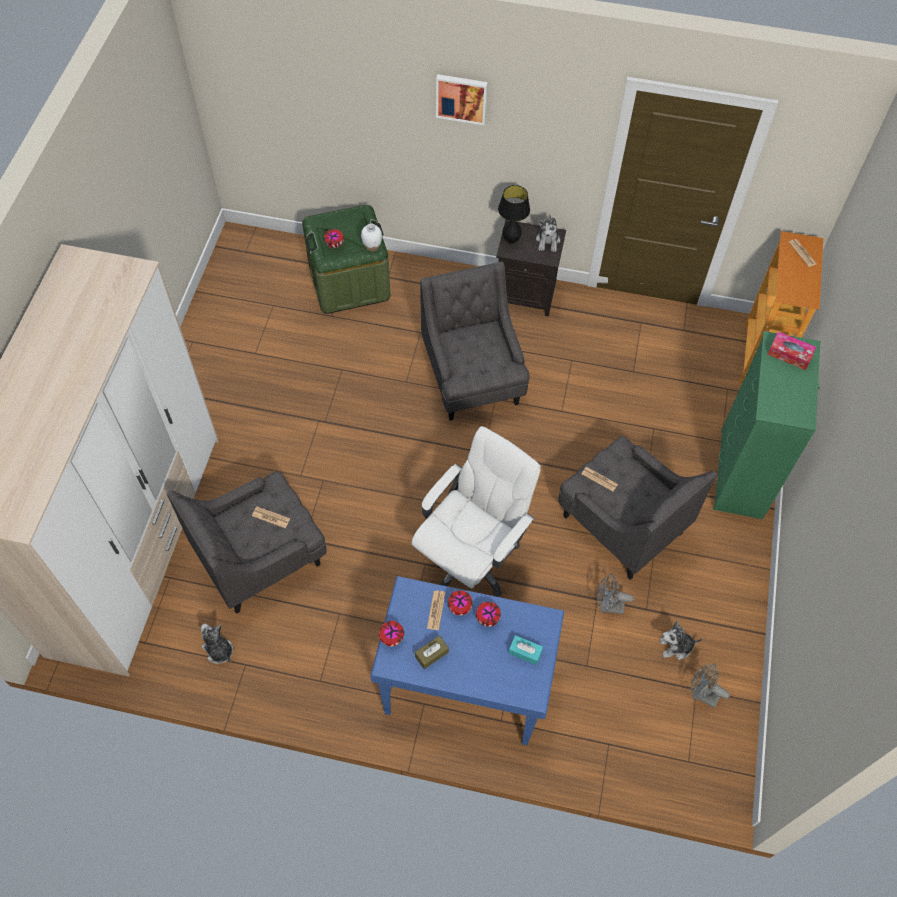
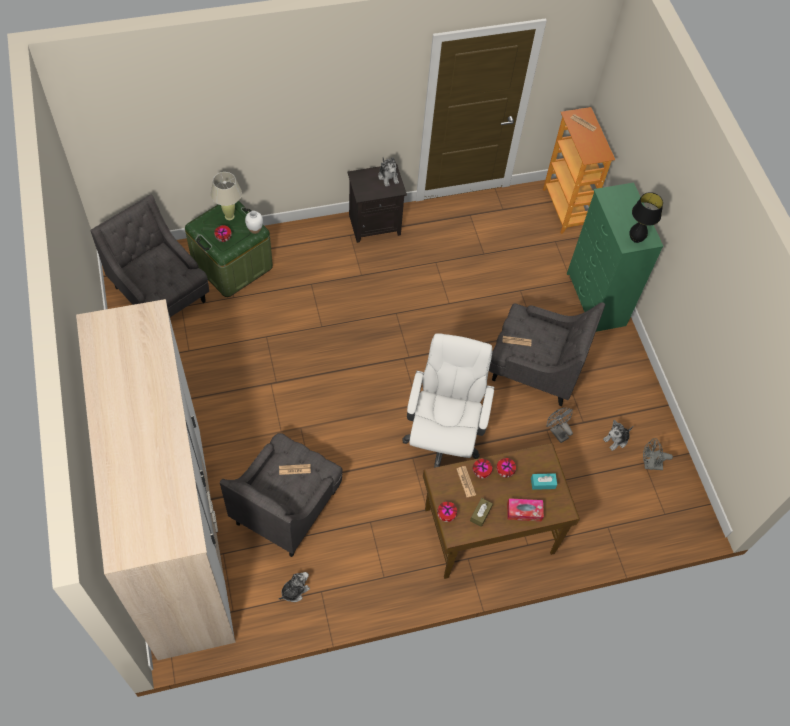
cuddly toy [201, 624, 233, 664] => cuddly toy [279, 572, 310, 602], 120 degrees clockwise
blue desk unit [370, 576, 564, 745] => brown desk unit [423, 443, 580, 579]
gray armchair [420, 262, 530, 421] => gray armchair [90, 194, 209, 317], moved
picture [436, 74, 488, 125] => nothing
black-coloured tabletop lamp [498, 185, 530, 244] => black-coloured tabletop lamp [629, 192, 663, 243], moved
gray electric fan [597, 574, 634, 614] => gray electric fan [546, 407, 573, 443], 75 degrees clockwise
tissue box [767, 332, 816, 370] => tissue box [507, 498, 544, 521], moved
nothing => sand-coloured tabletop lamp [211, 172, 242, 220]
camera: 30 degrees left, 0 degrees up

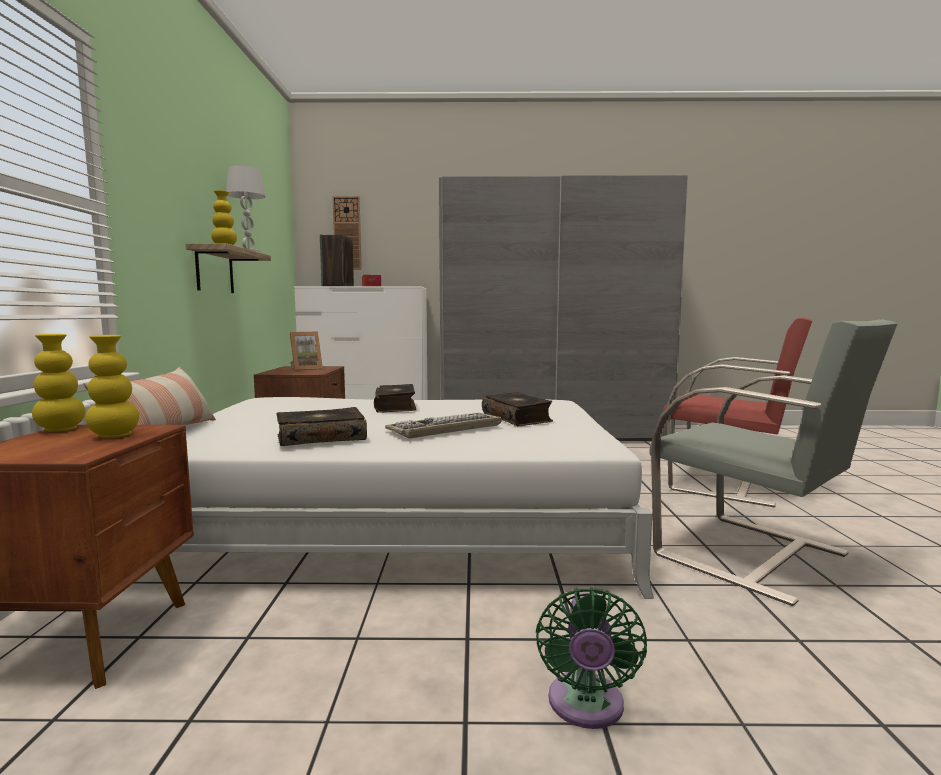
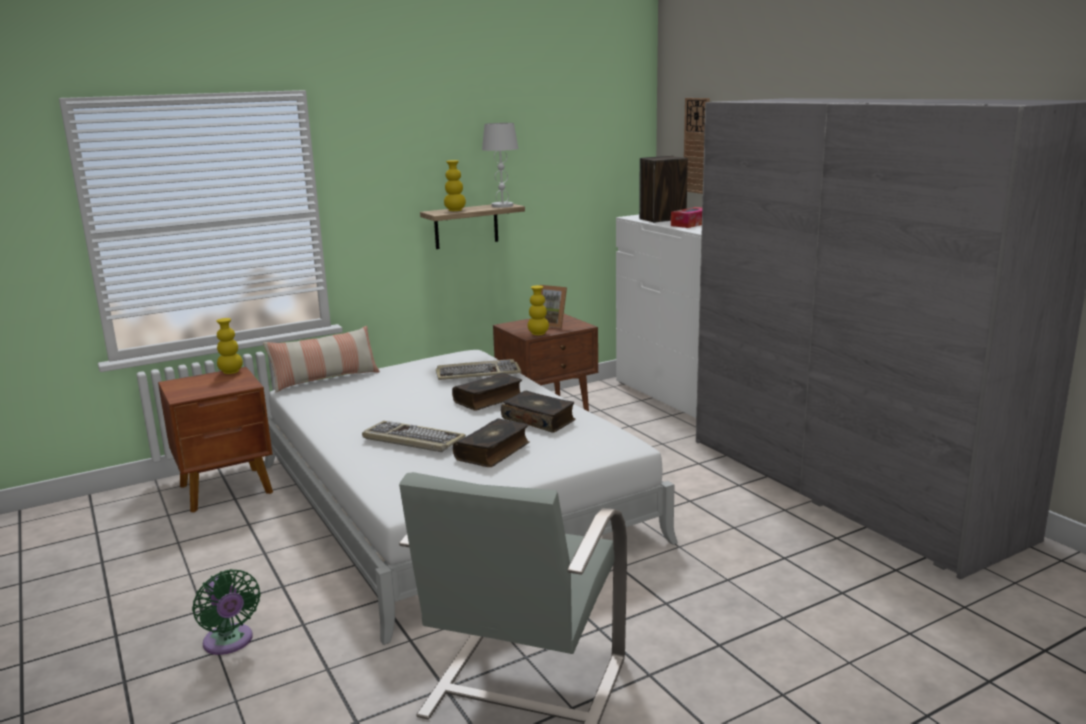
yellowish vase [86, 335, 139, 438] => yellowish vase [528, 285, 549, 335], moved
bound book [276, 407, 367, 446] => bound book [501, 391, 575, 433], moved
greenish electric fan [536, 587, 647, 729] => greenish electric fan [192, 569, 260, 655], 105 degrees counterclockwise
red armchair [662, 317, 812, 507] => nothing
nothing => computer keyboard [436, 359, 521, 380]
camera: 60 degrees right, 10 degrees up

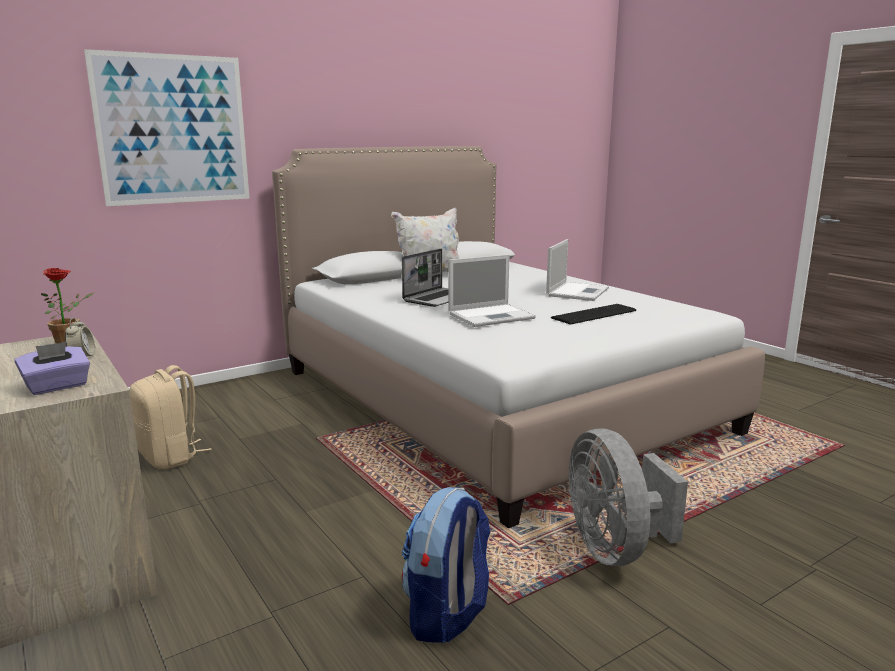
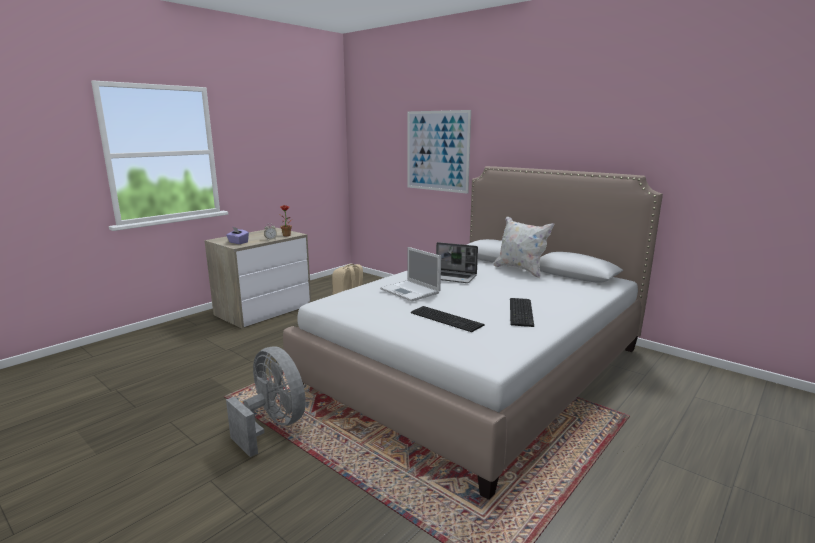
backpack [402, 487, 491, 643] => nothing
laptop [546, 239, 609, 301] => computer keyboard [510, 298, 534, 327]
gray electric fan [569, 429, 688, 566] => gray electric fan [226, 346, 306, 457], 75 degrees clockwise
camera: 75 degrees right, 0 degrees up

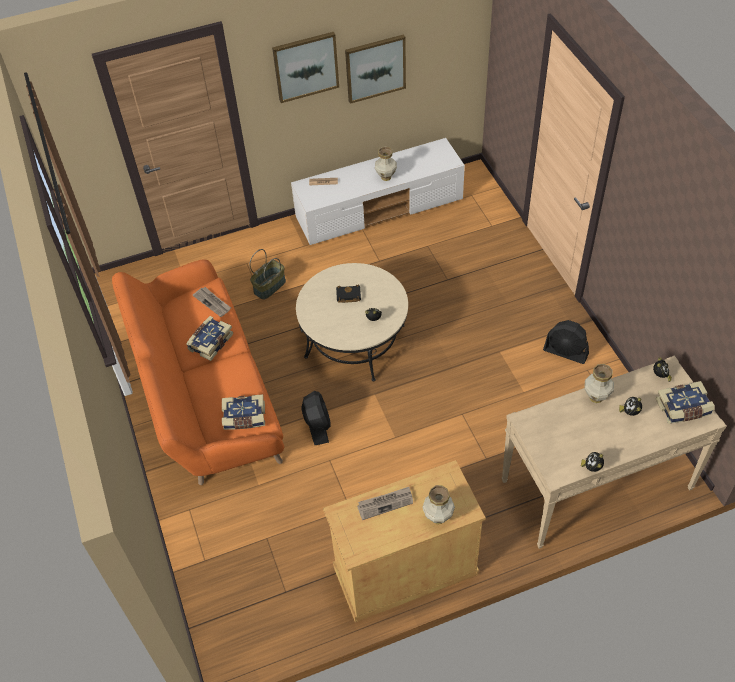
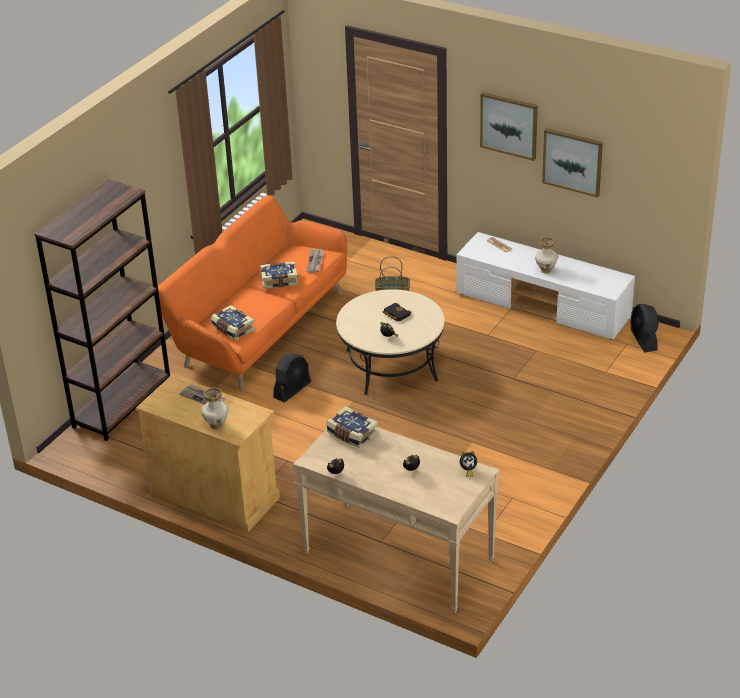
black-coloured electric fan [543, 320, 589, 364] => black-coloured electric fan [630, 304, 659, 352], moved
vase [584, 364, 614, 403] => nothing
bound book [656, 381, 715, 424] => bound book [326, 406, 379, 448], moved
nothing => brown shelving unit [34, 179, 170, 441]
camera: 50 degrees right, 15 degrees down

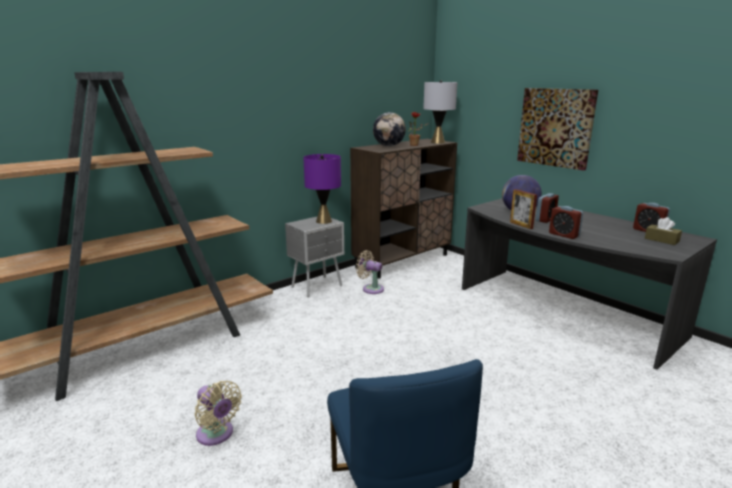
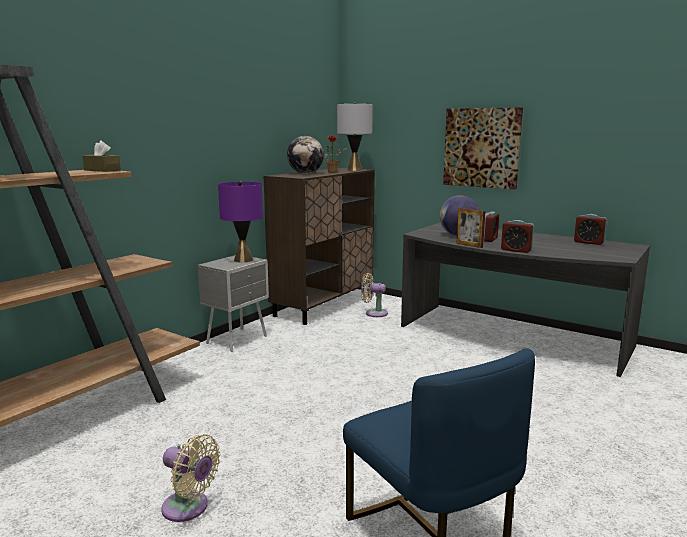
sand-coloured electric fan [356, 250, 384, 294] => sand-coloured electric fan [361, 273, 388, 317], moved
brown tissue box [645, 217, 682, 245] => brown tissue box [82, 140, 121, 172], moved
camera: 15 degrees left, 5 degrees down

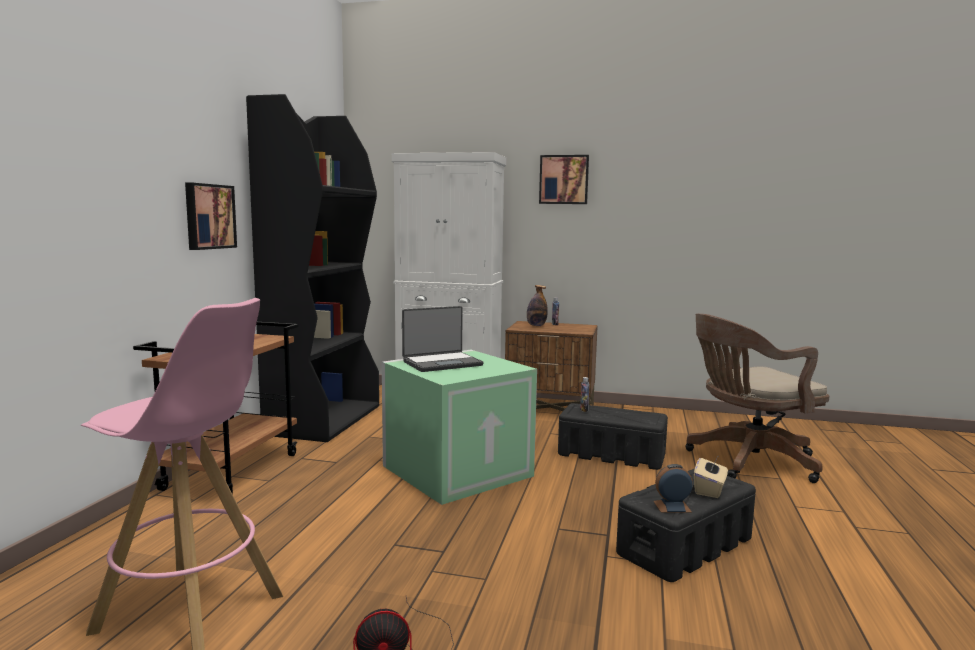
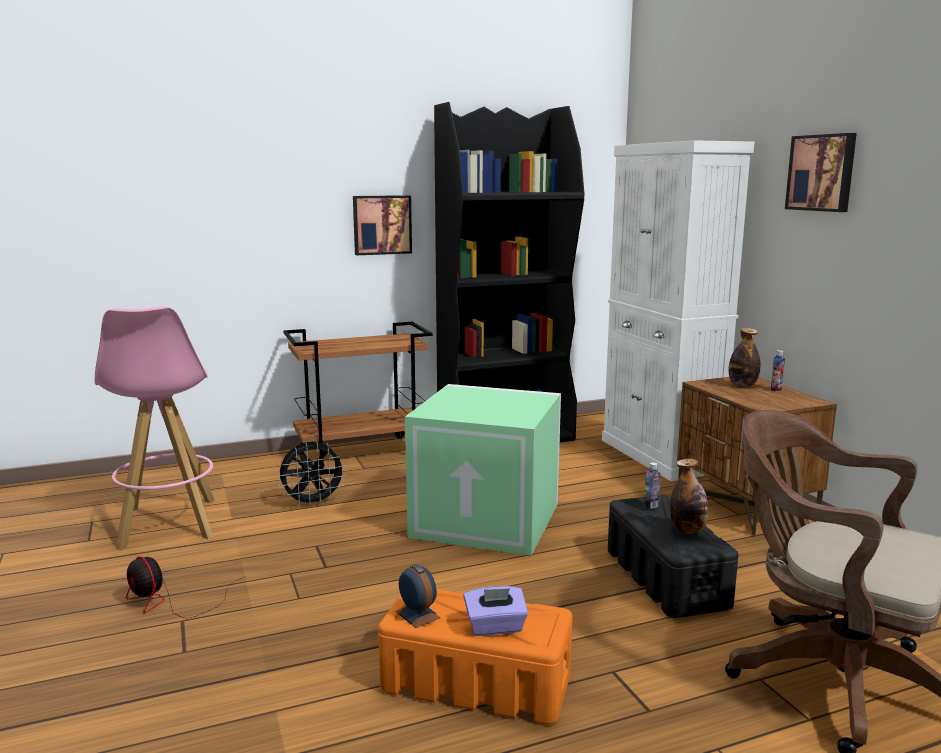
laptop [402, 306, 483, 372] => nothing
black-coloured storage container [616, 469, 756, 582] => orange storage container [378, 588, 573, 725]
sand-coloured tissue box [694, 457, 728, 498] => purple tissue box [463, 586, 528, 636]
nothing => black-coloured electric fan [278, 441, 347, 507]
nothing => beverage bottle [670, 458, 708, 534]
camera: 55 degrees right, 5 degrees up

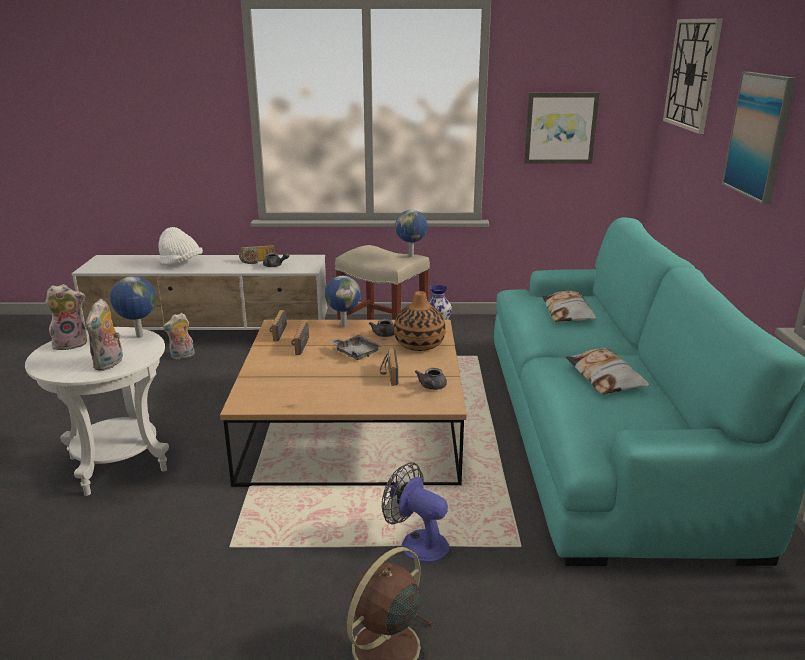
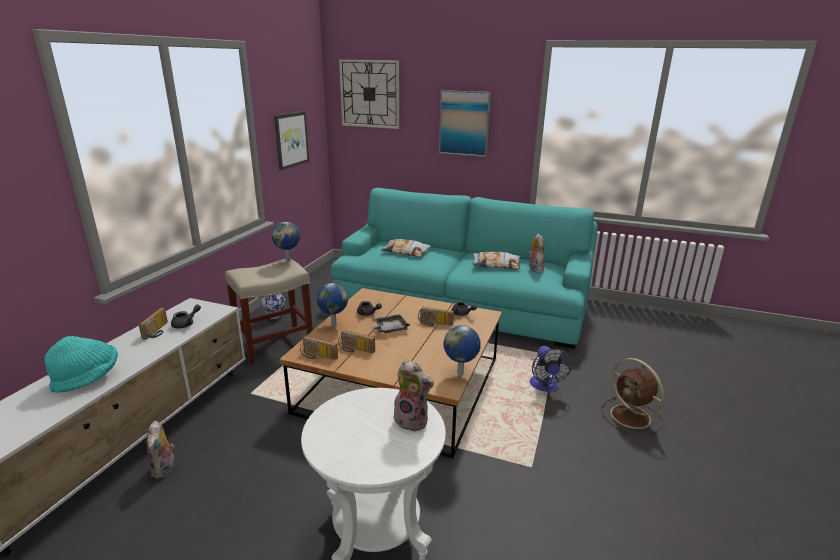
cuddly toy [45, 284, 87, 350] => cuddly toy [529, 234, 544, 273], moved
desk globe [110, 276, 157, 338] => desk globe [444, 325, 481, 376], moved
whitish clothing hat [158, 227, 203, 265] => turquoise-coloured clothing hat [45, 336, 118, 393]
electric fan [382, 462, 449, 562] => electric fan [530, 346, 573, 392], 60 degrees counterclockwise
vase [394, 291, 446, 351] => nothing
camera: 70 degrees left, 0 degrees up

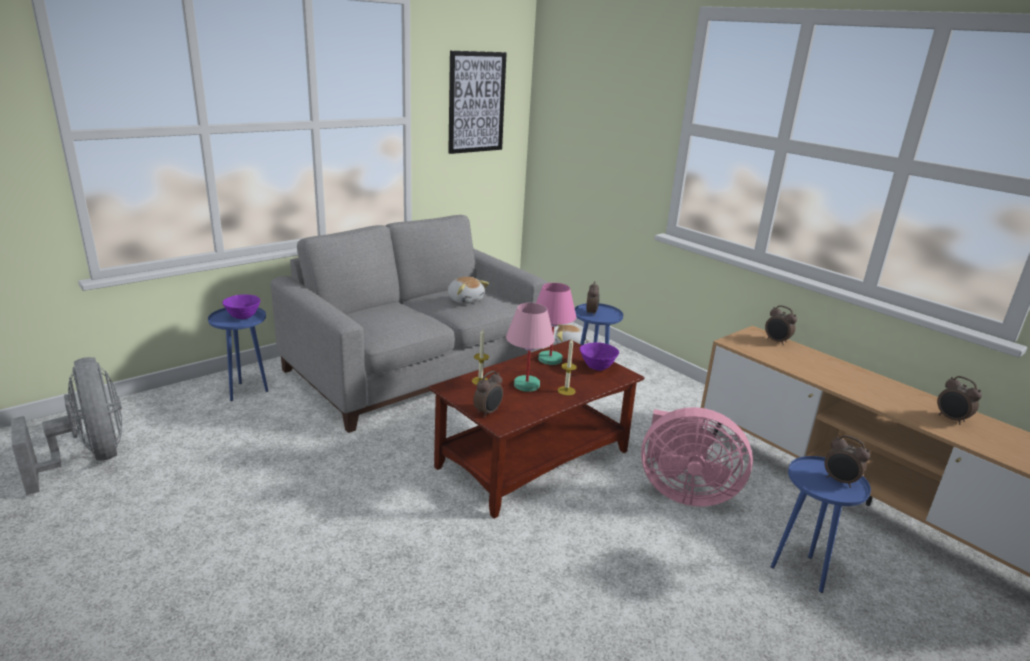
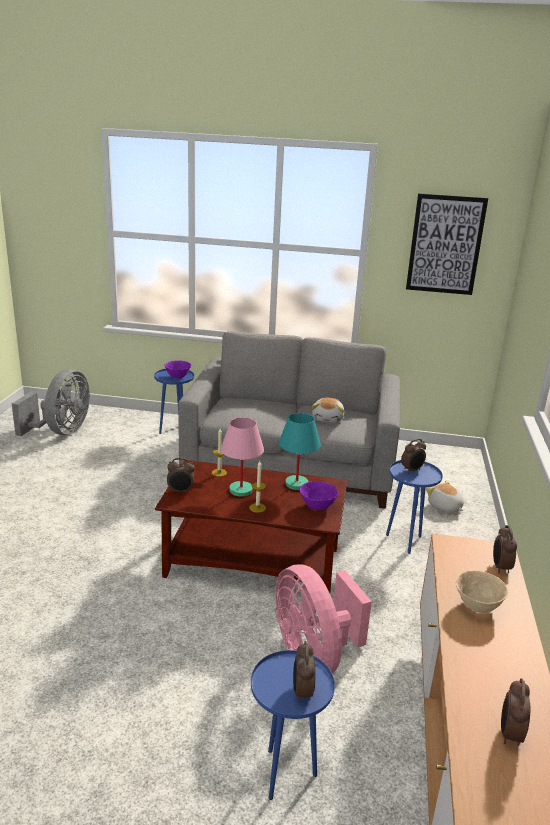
pink-coloured tabletop lamp [536, 283, 576, 365] => turquoise-coloured tabletop lamp [278, 413, 321, 490]
nothing => sand-coloured bowl [456, 571, 508, 613]
camera: 50 degrees right, 0 degrees up

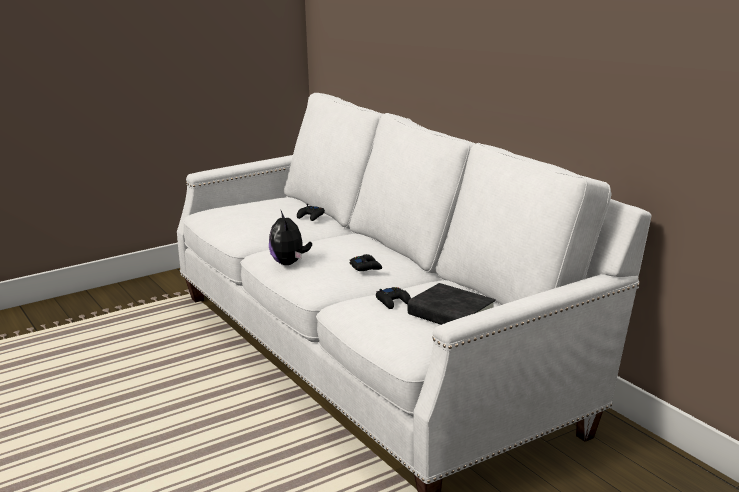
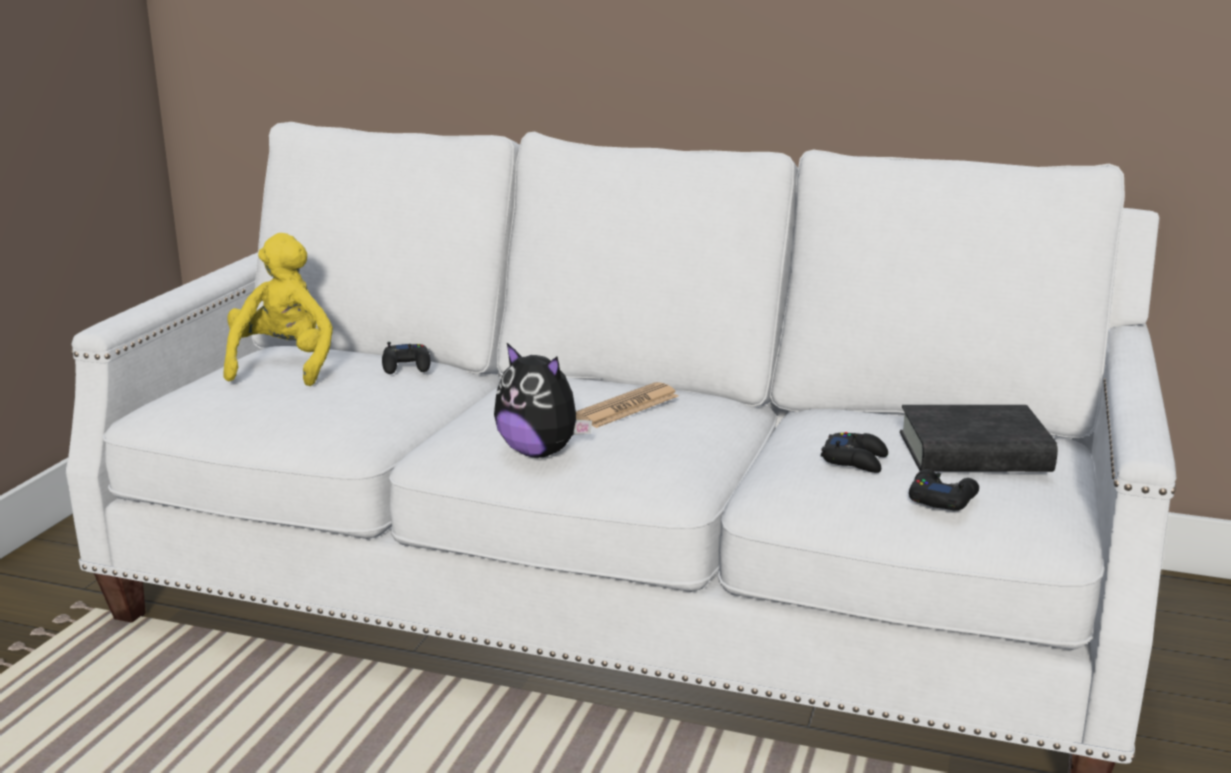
black-coloured gamepad [349, 254, 382, 271] => black-coloured gamepad [909, 469, 979, 511], moved
nothing => yellowish cuddly toy [224, 233, 333, 386]
nothing => printed paper [576, 382, 679, 428]
camera: 40 degrees left, 0 degrees up

